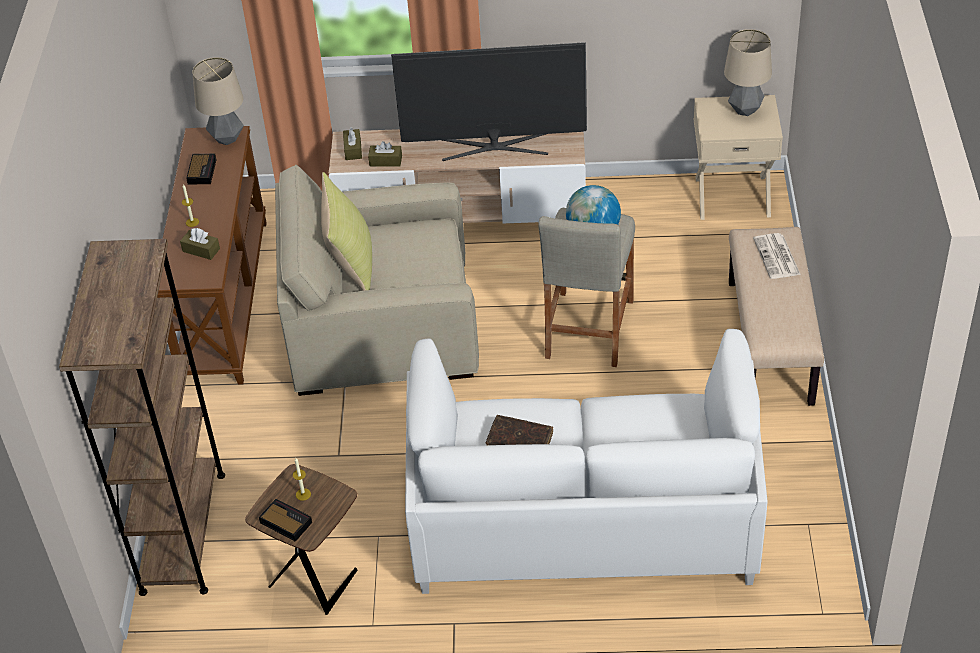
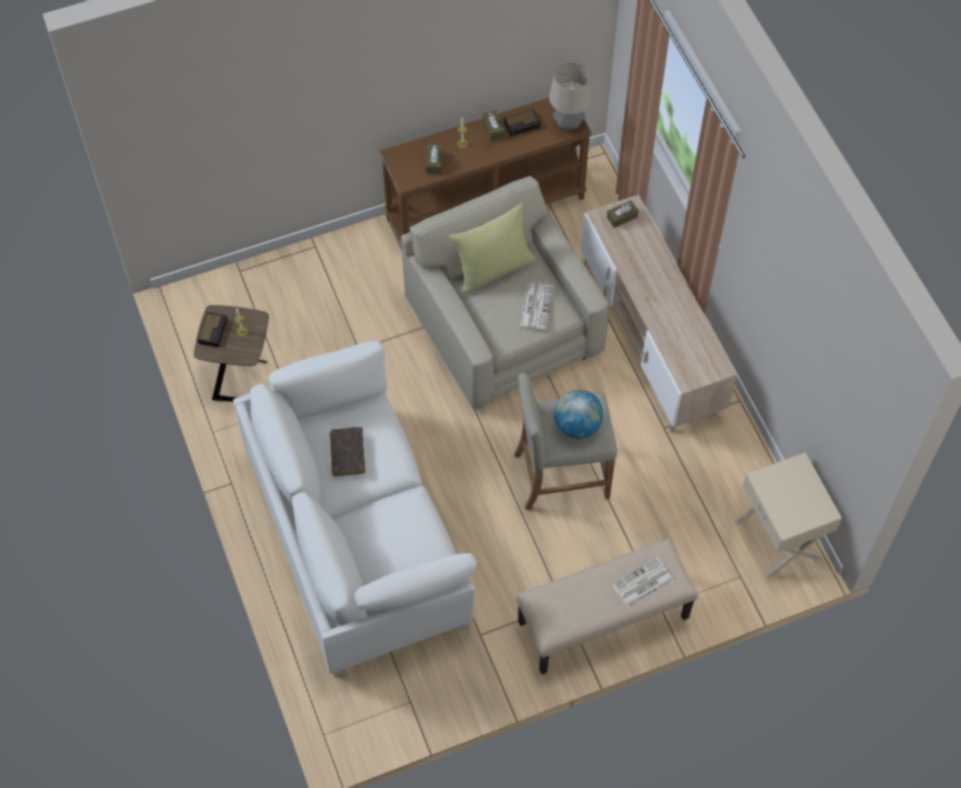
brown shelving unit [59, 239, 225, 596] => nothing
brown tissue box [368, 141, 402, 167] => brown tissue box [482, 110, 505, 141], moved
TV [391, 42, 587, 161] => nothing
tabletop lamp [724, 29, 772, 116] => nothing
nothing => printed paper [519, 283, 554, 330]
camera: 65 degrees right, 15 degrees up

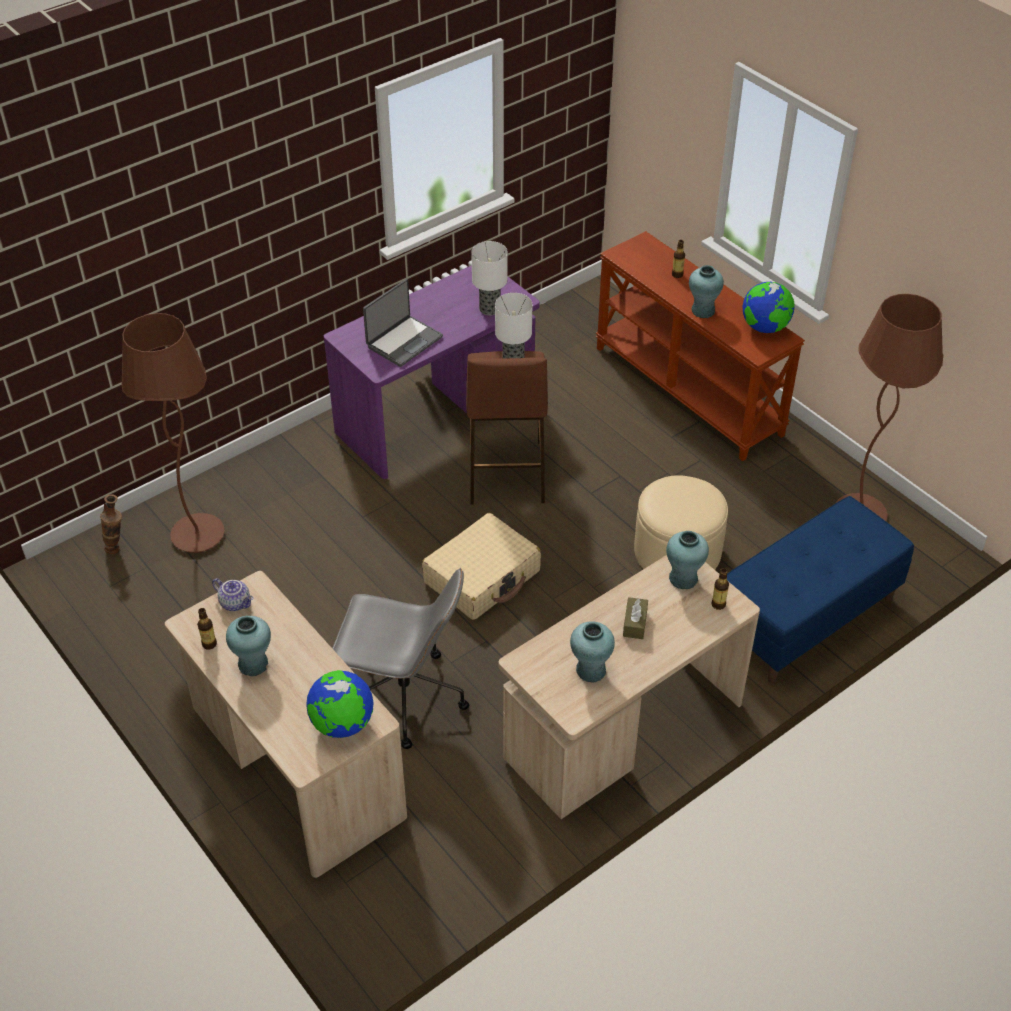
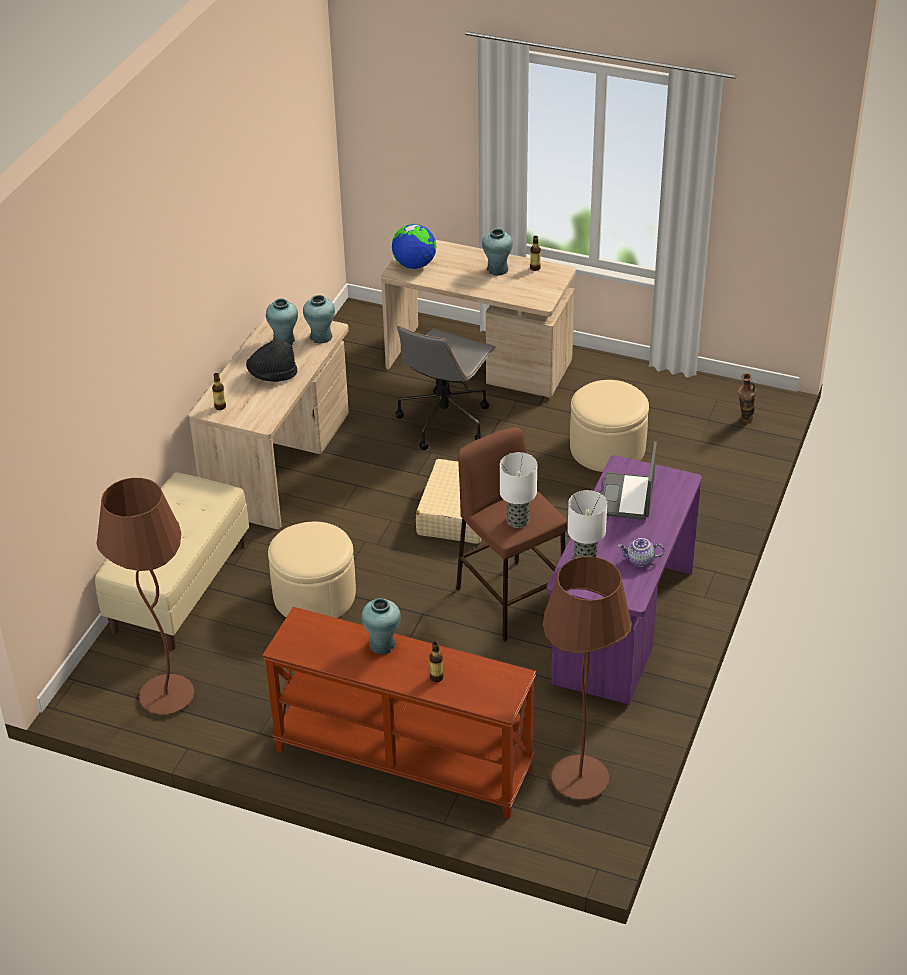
brown floor lamp [122, 313, 225, 553] => brown floor lamp [543, 556, 632, 800], moved
pot for tea [212, 578, 253, 611] => pot for tea [618, 538, 664, 567], moved
gray office chair [332, 568, 470, 749] => gray office chair [396, 326, 496, 450], 45 degrees counterclockwise
brown tissue box [623, 597, 648, 639] => black-coloured clothing hat [246, 339, 297, 382]
turquoise-coloured vase [666, 531, 709, 589] => turquoise-coloured vase [303, 295, 335, 344], moved
blue long seat [727, 496, 914, 683] => sand-coloured long seat [95, 472, 249, 650]
desk globe [742, 282, 795, 333] => nothing
nothing => sand-coloured ottoman [570, 380, 649, 472]
camera: 150 degrees right, 5 degrees down

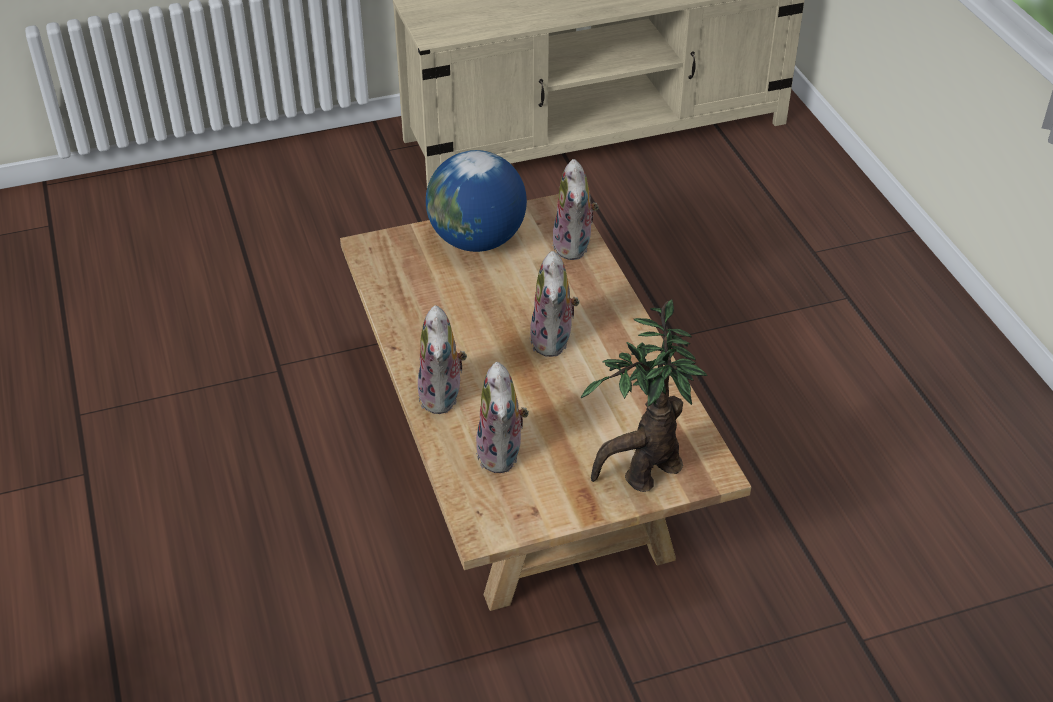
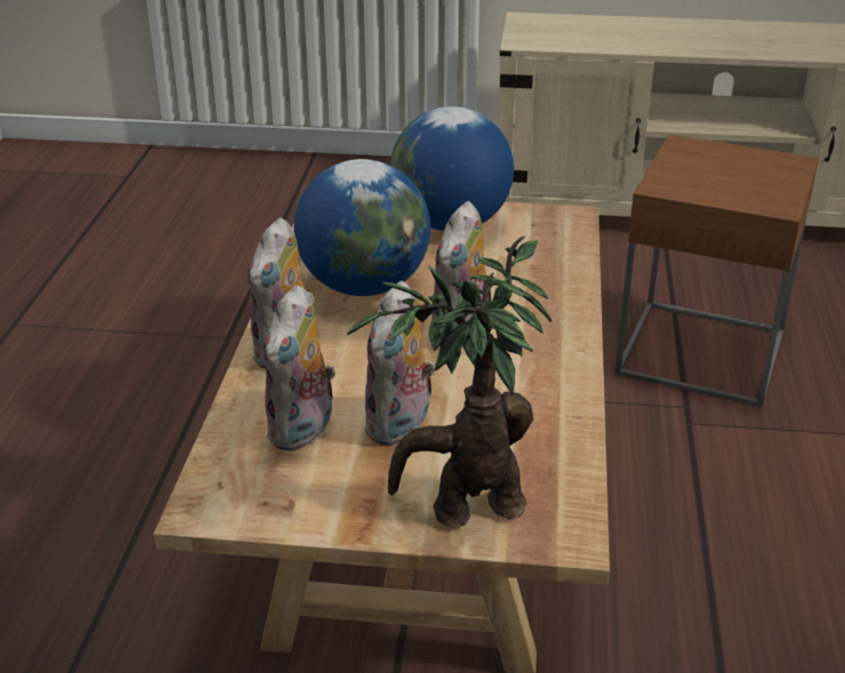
cuddly toy [552, 159, 599, 260] => cuddly toy [364, 281, 436, 446], moved
nothing => desk globe [294, 159, 431, 296]
nothing => brown end table [615, 135, 819, 407]
camera: 25 degrees right, 10 degrees down

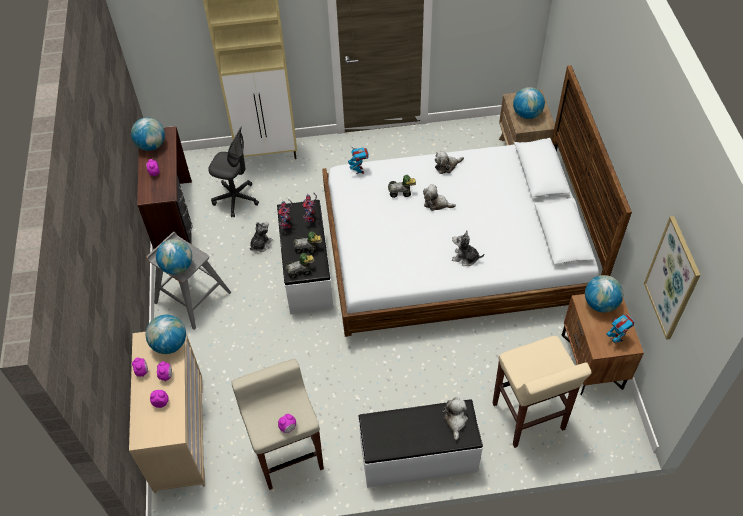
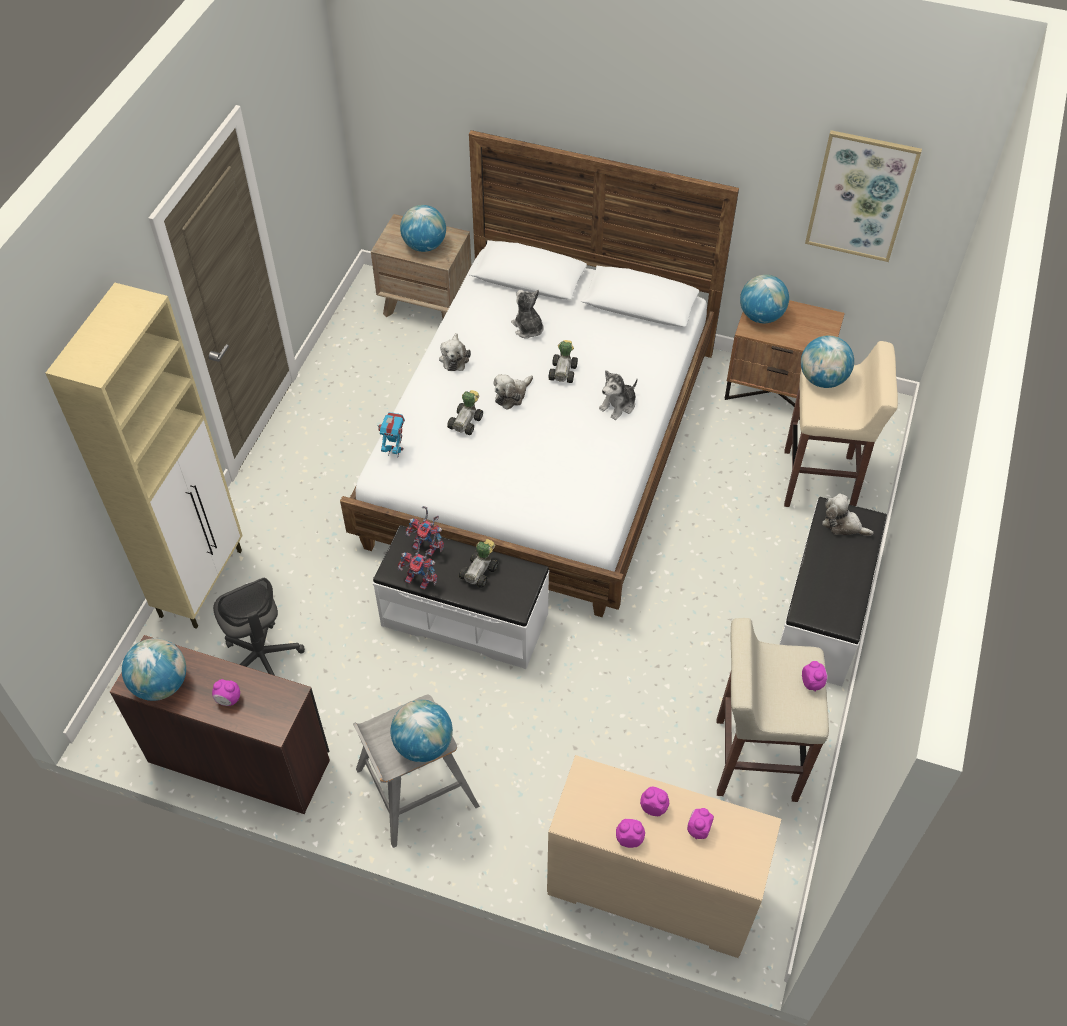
desk globe [146, 315, 186, 354] => desk globe [801, 335, 854, 388], moved
gray office chair [208, 126, 259, 217] => gray office chair [213, 578, 305, 676], 105 degrees clockwise
cuddly toy [250, 221, 273, 252] => cuddly toy [511, 290, 544, 339], moved
toy car [286, 253, 314, 278] => toy car [548, 340, 578, 383], moved
toy robot [606, 314, 634, 344] => nothing
camera: 65 degrees left, 0 degrees up

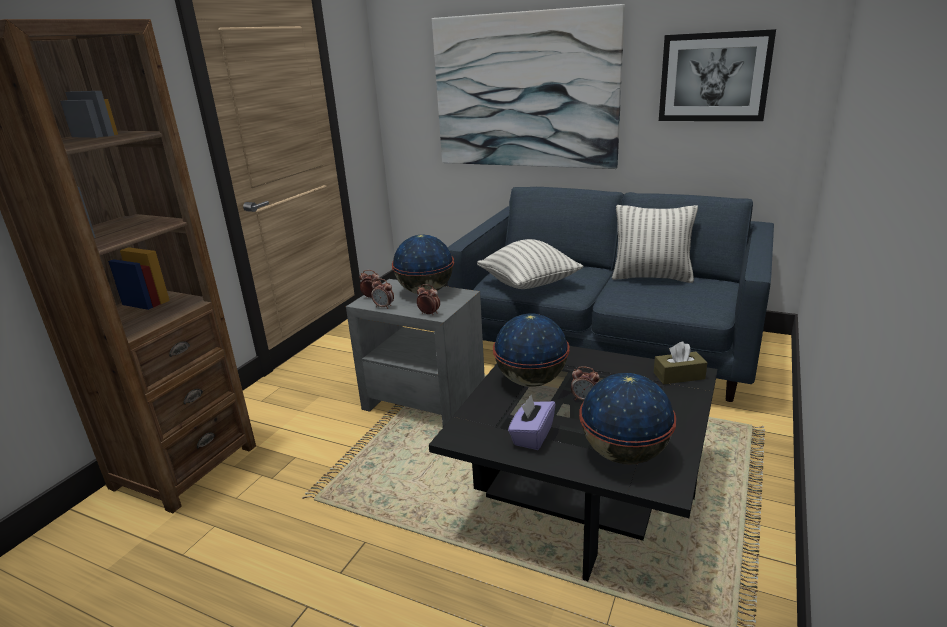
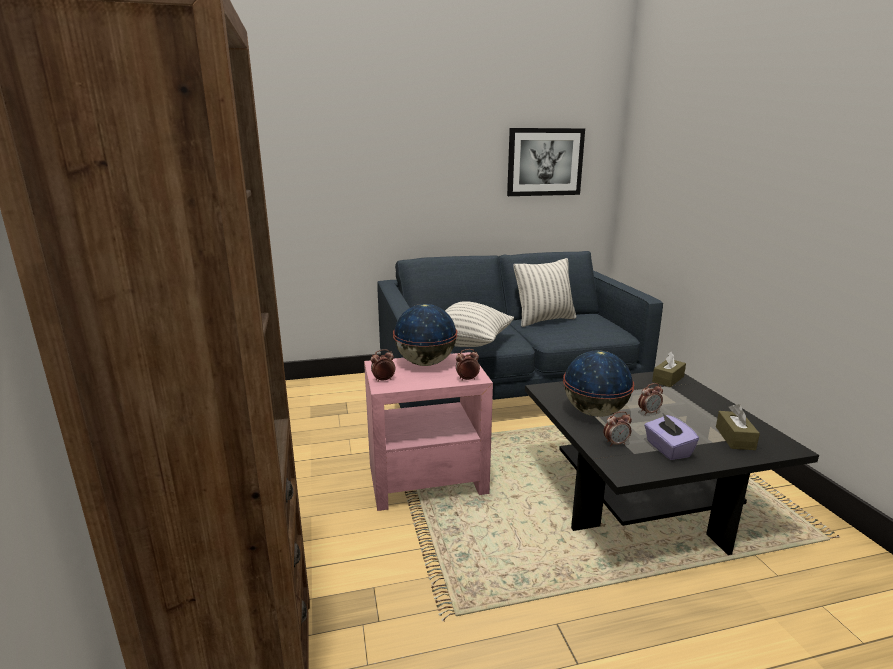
gray end table [346, 279, 485, 427] => pink-coloured end table [364, 352, 493, 511]
alarm clock [371, 278, 394, 309] => alarm clock [603, 411, 632, 447], moved
picture [432, 4, 625, 169] => nothing
desk globe [579, 373, 676, 464] => brown tissue box [716, 404, 760, 450]
camera: 40 degrees left, 5 degrees down

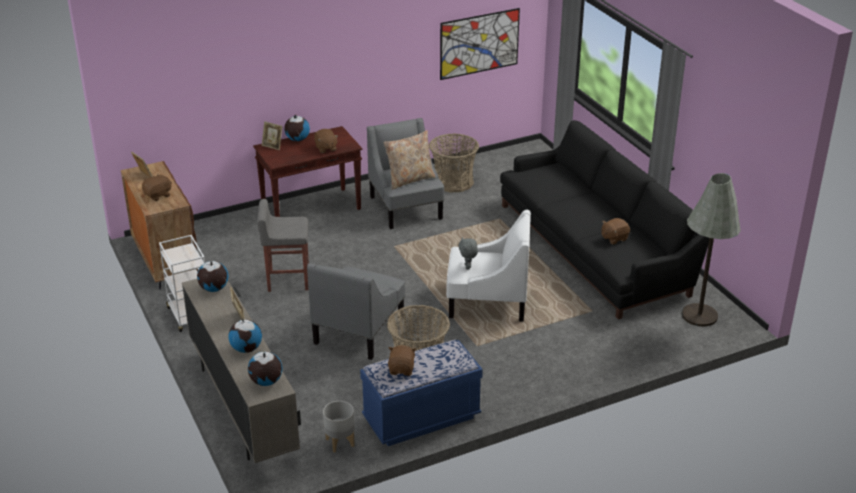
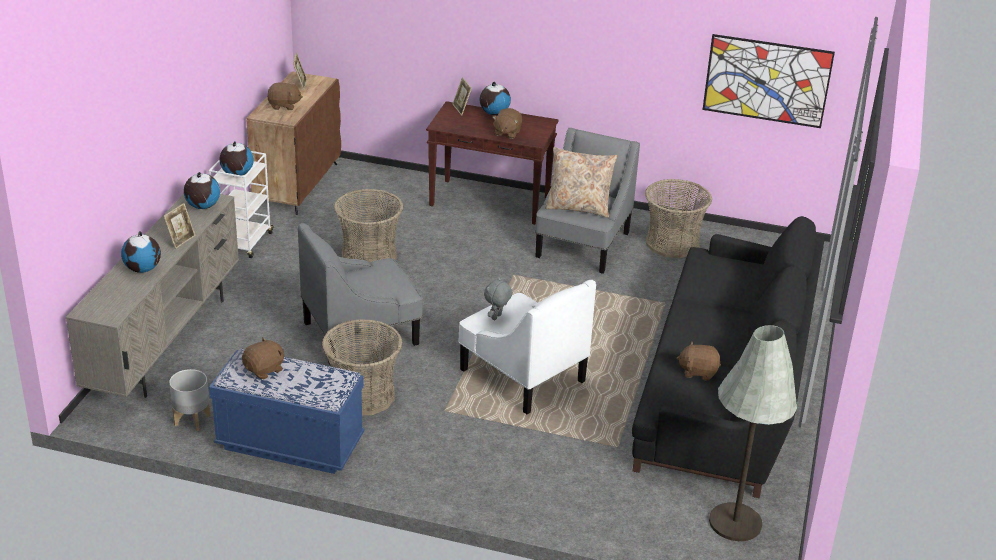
desk globe [248, 351, 283, 386] => desk globe [219, 141, 254, 176], moved
gray stool seat [257, 199, 309, 292] => storage basket [334, 189, 403, 262]
camera: 40 degrees right, 0 degrees up

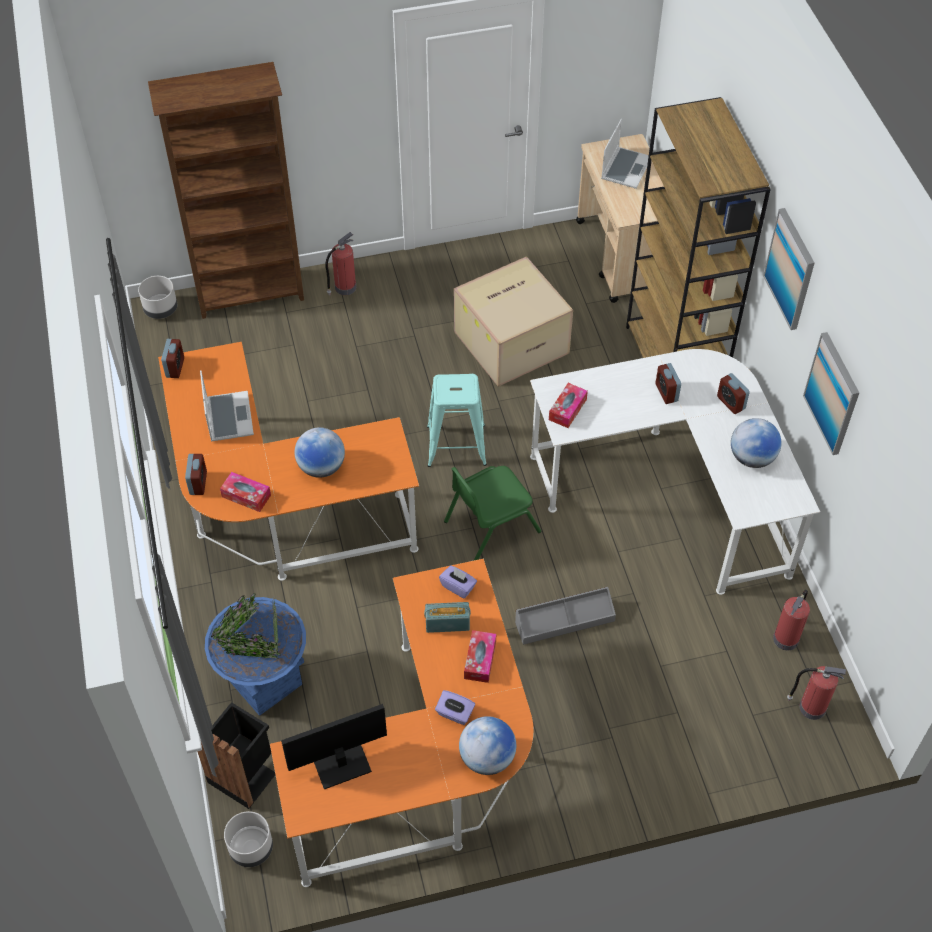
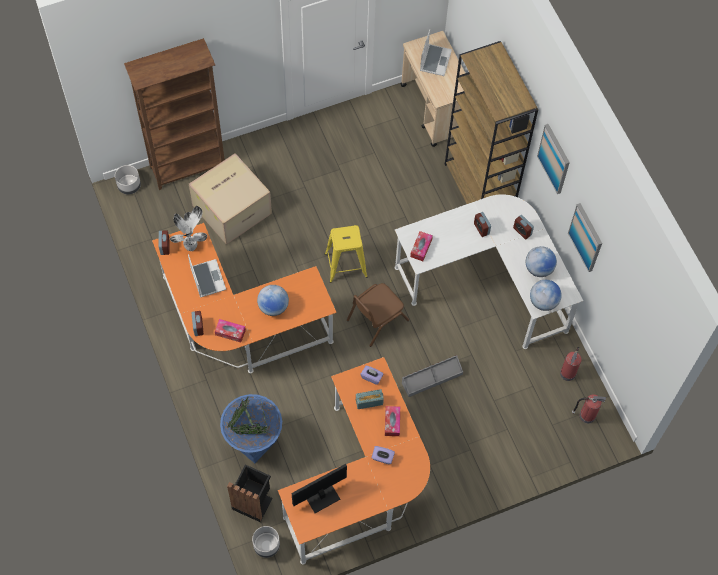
fire extinguisher [325, 232, 356, 296] => nothing
turquoise-coloured stool seat [427, 374, 487, 467] => yellowish stool seat [325, 225, 367, 283]
greenish upright chair [444, 466, 541, 561] => brown upright chair [347, 283, 409, 347]
carton [454, 256, 573, 387] => carton [189, 153, 272, 245], moved
desk globe [459, 716, 516, 775] => desk globe [530, 280, 562, 311], moved
nothing => houseplant [170, 206, 207, 251]
camera: 10 degrees left, 10 degrees up

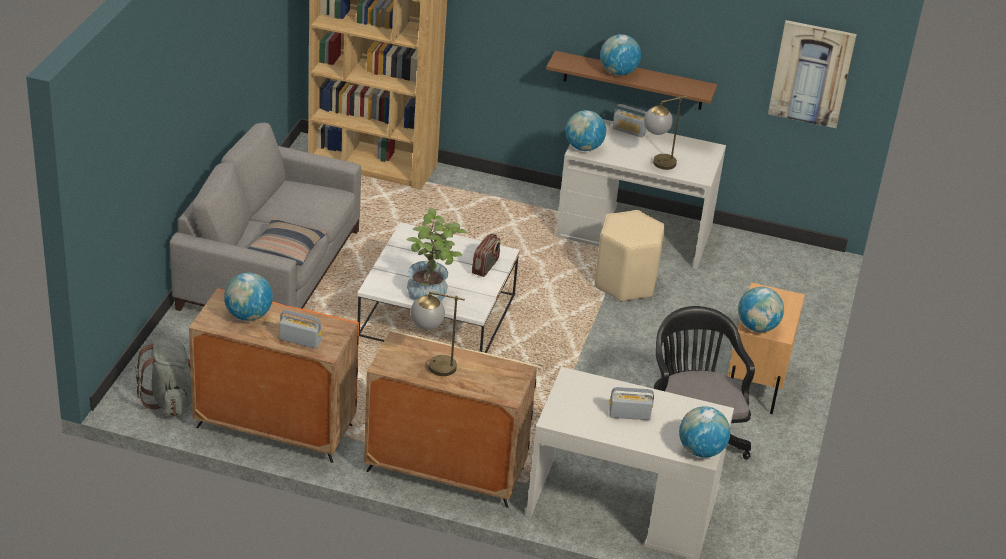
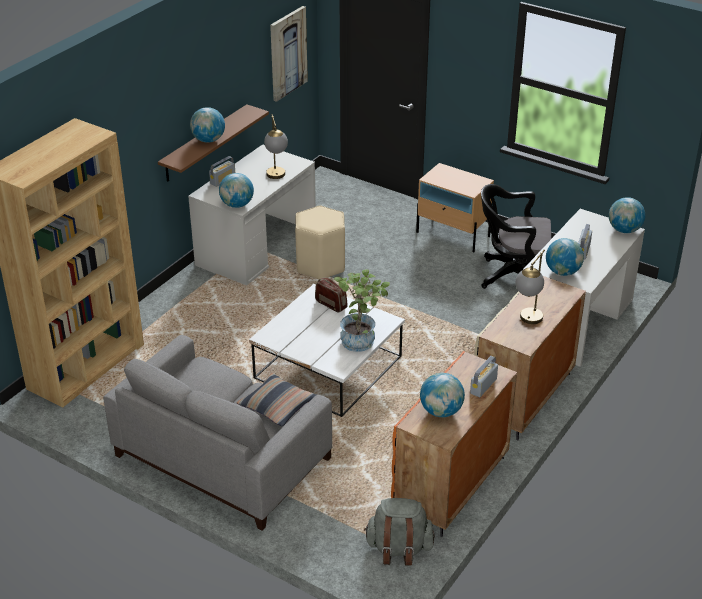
desk globe [738, 287, 784, 332] => desk globe [546, 238, 584, 276], moved
camera: 70 degrees left, 0 degrees up

